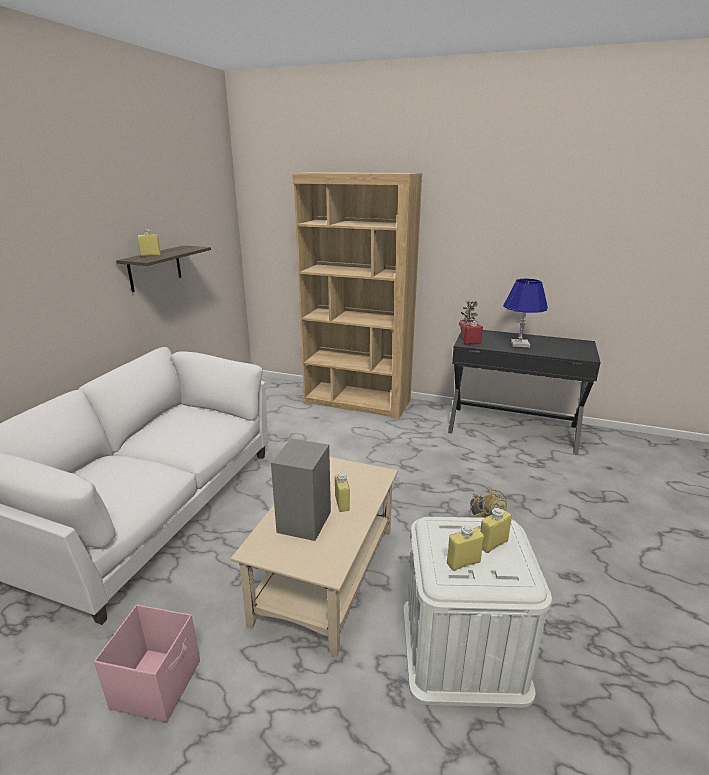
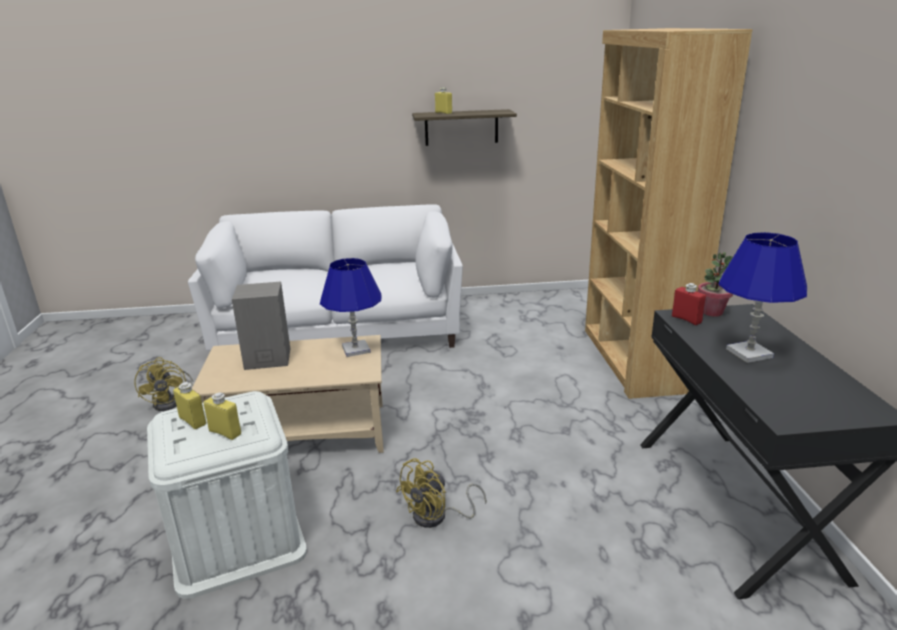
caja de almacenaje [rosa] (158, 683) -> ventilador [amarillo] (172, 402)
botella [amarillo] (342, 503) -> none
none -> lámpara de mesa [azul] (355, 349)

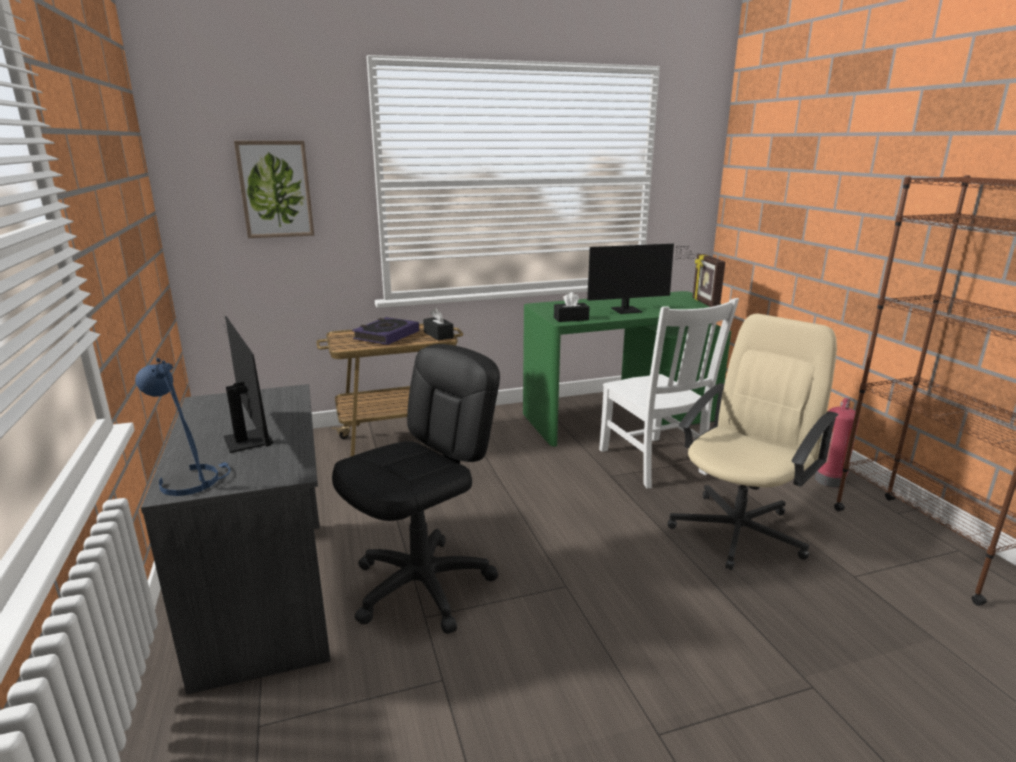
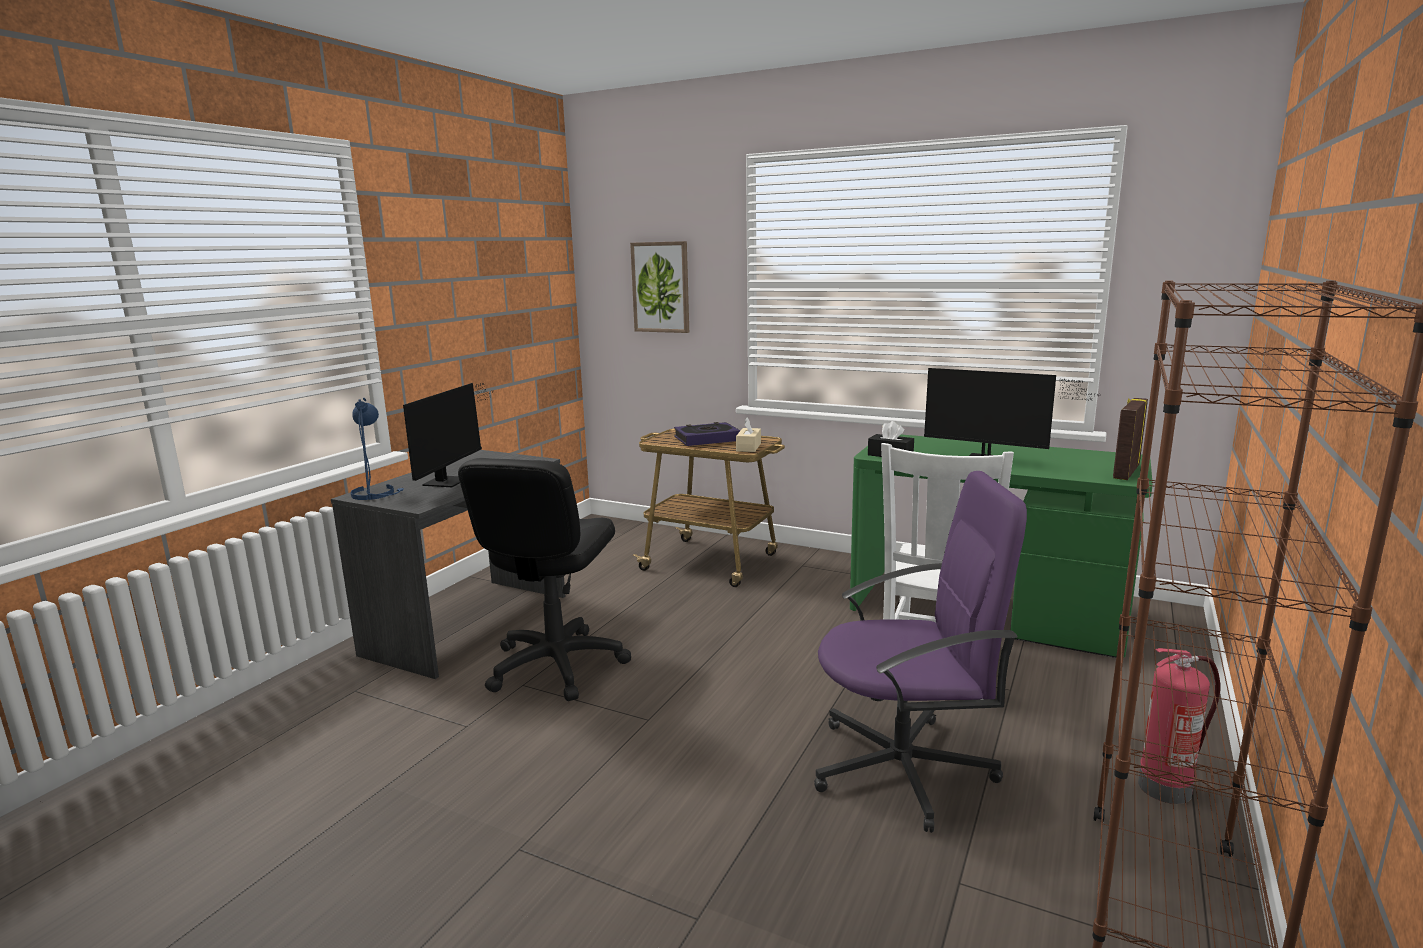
silla de oficina [negro] (423, 586) -> silla de oficina [negro] (556, 665), 105 degrees clockwise
caja de pañuelos [negro] (438, 335) -> caja de pañuelos [beis] (748, 447)
silla de oficina [beis] (739, 531) -> silla de oficina [morado] (904, 768)

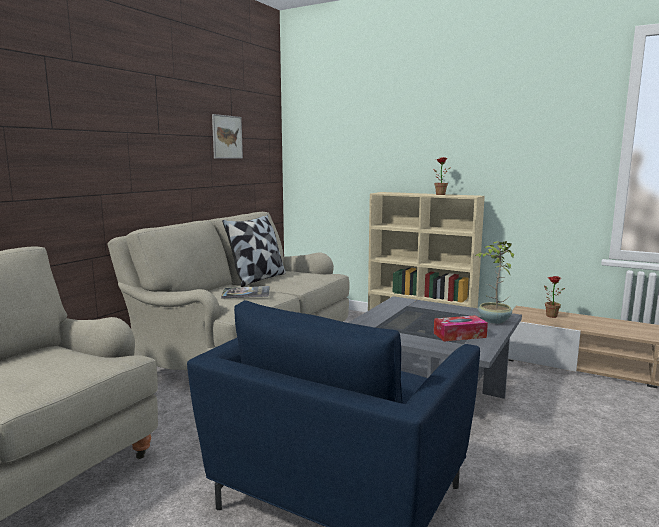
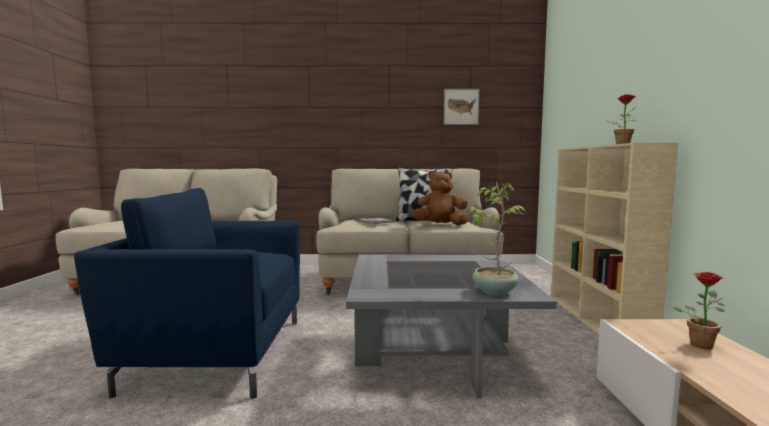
caja de pañuelos (459, 335) -> none
none -> peluche [marrón] (440, 225)

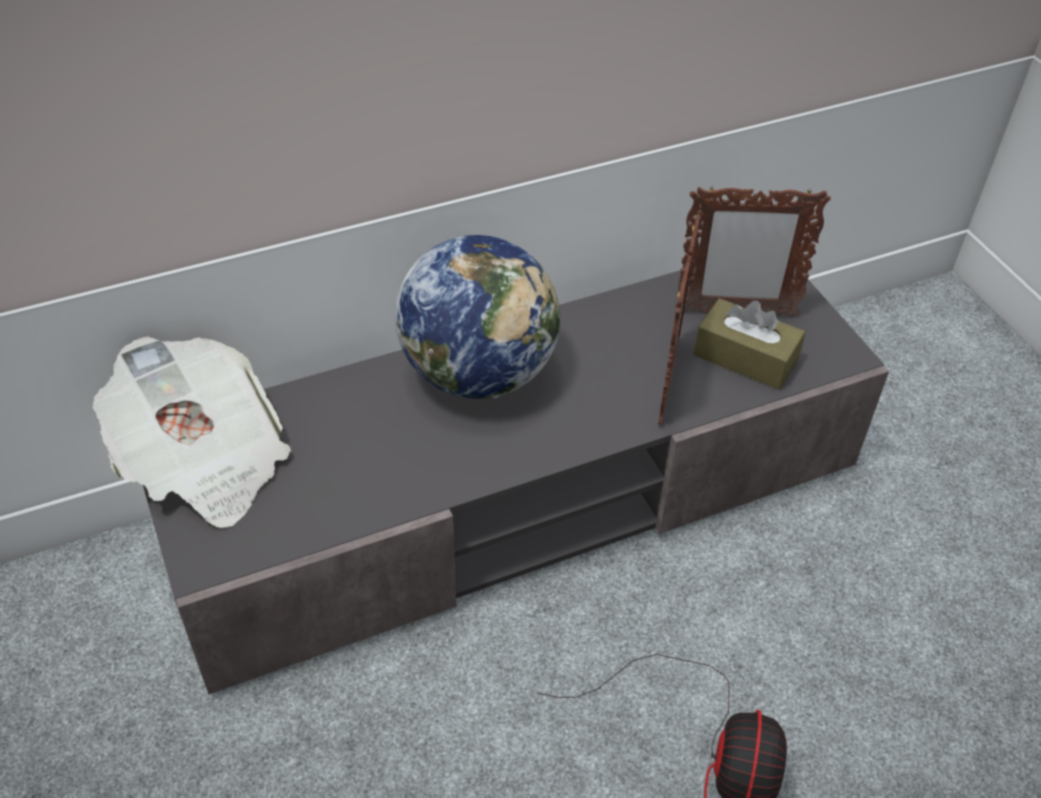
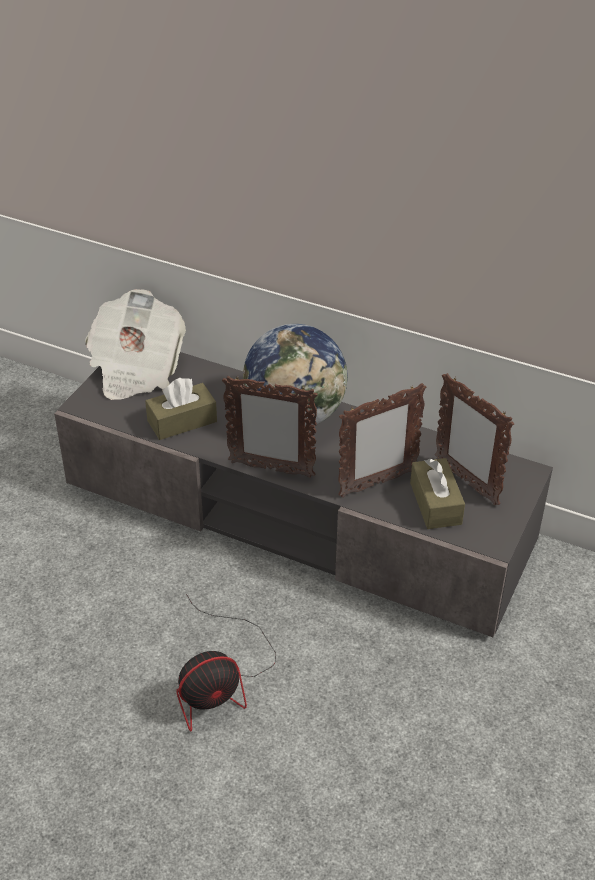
none -> caja de pañuelos [marrón] (182, 421)
none -> portarretratos (270, 469)

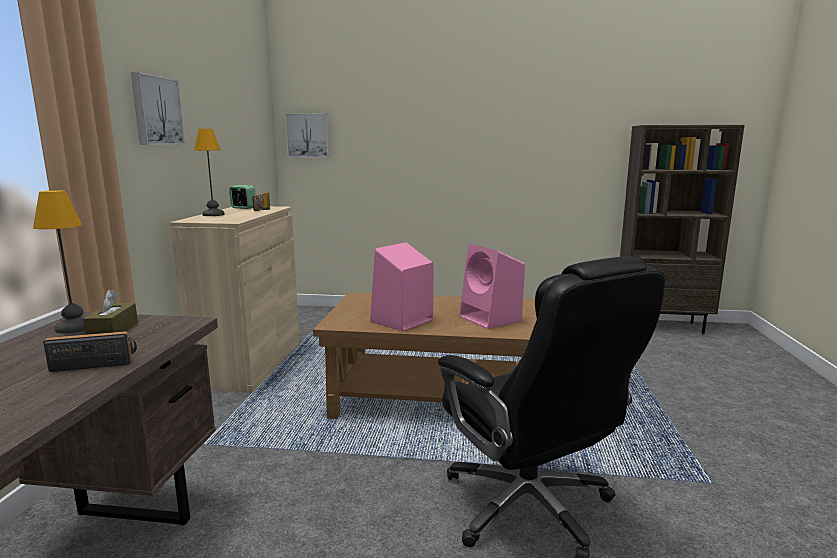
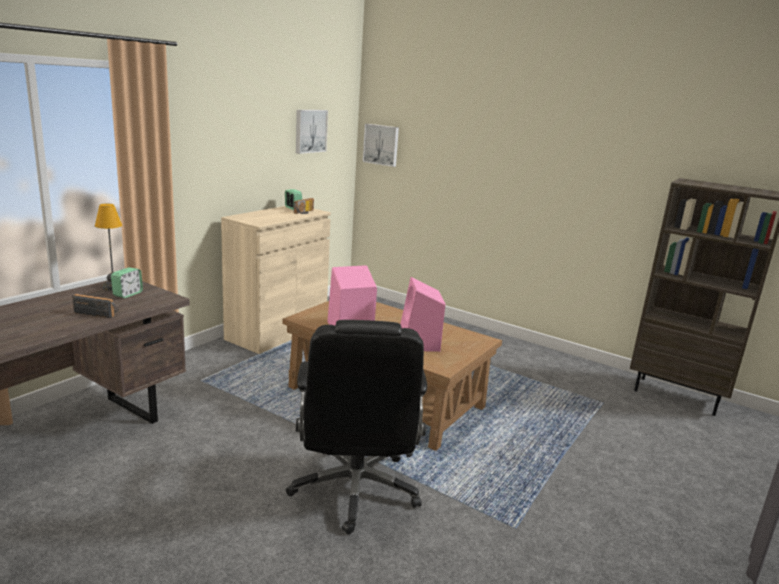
caja de pañuelos [marrón] (113, 331) -> despertador (128, 294)
cuadro (156, 111) -> cuadro (310, 131), shifted
lámpara de mesa (214, 214) -> none

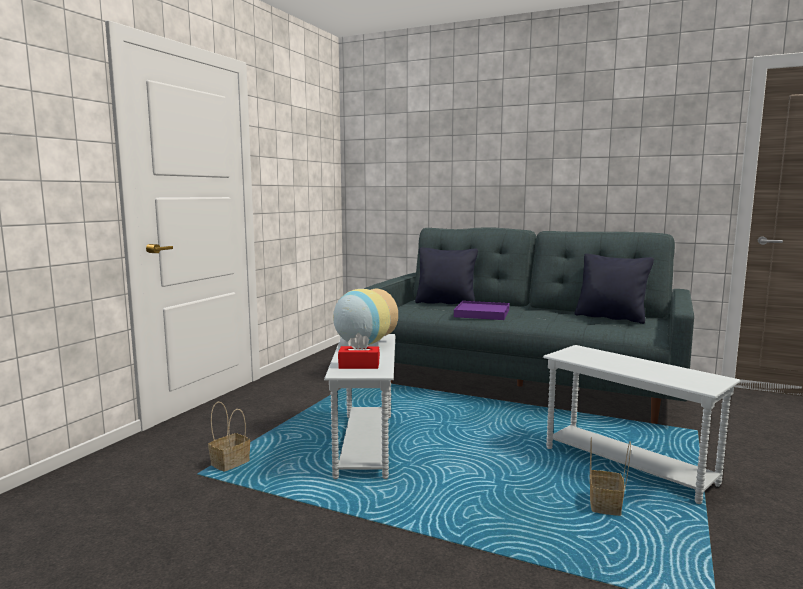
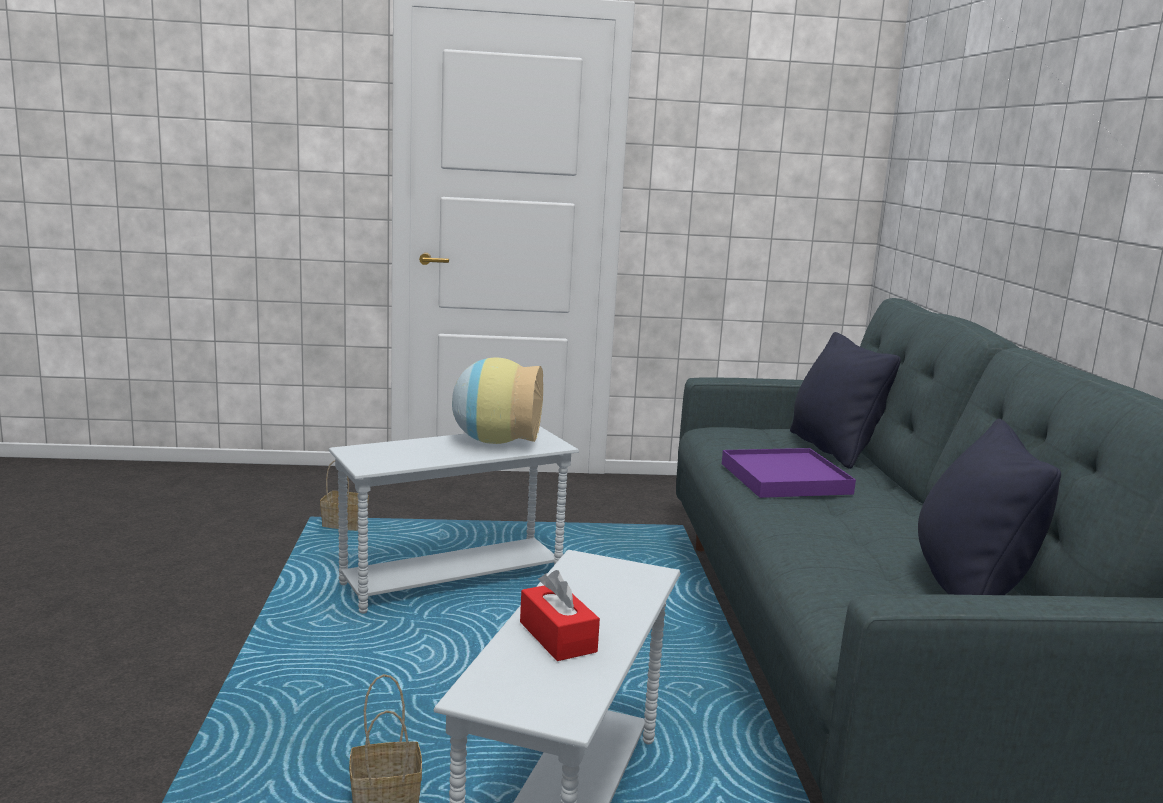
caja de pañuelos [rojo] (359, 365) -> caja de pañuelos [rojo] (557, 637), shifted

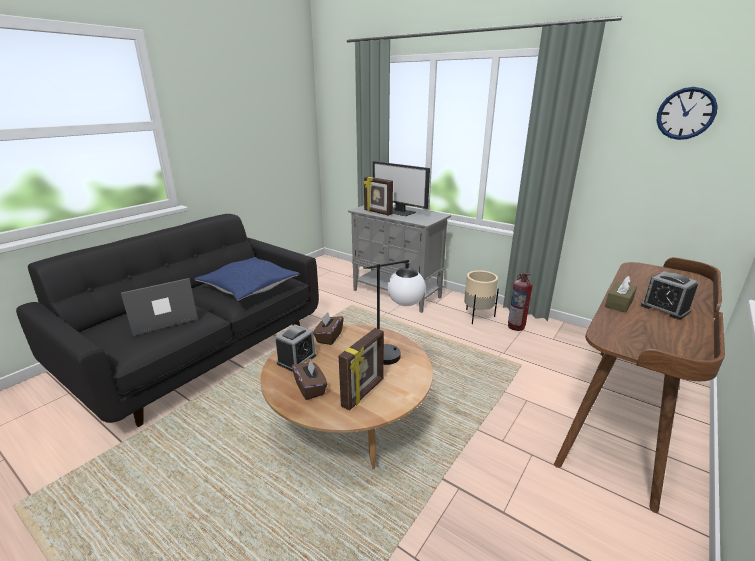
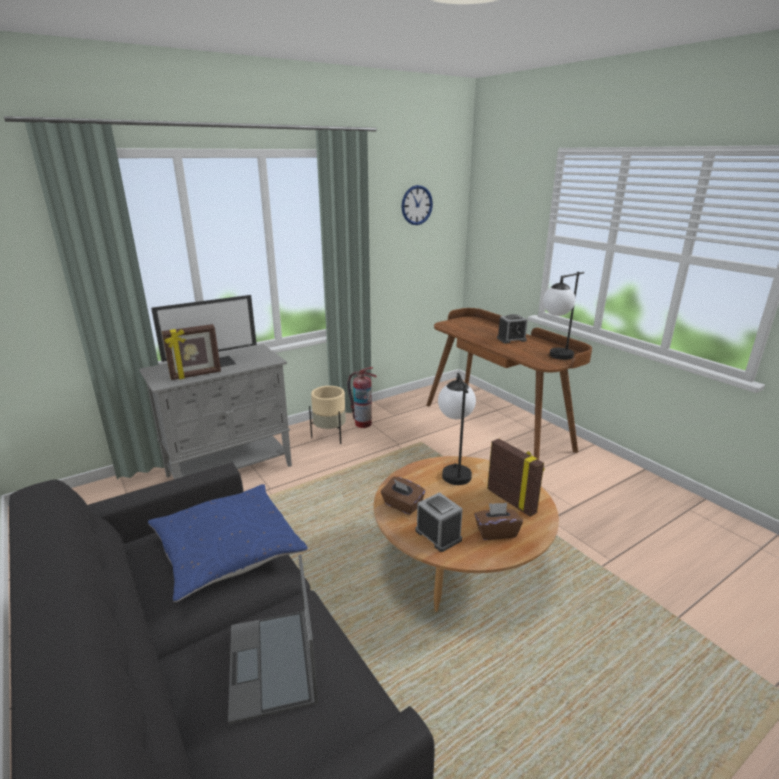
caja de pañuelos [marrón] (619, 303) -> none
none -> lámpara de mesa (555, 357)

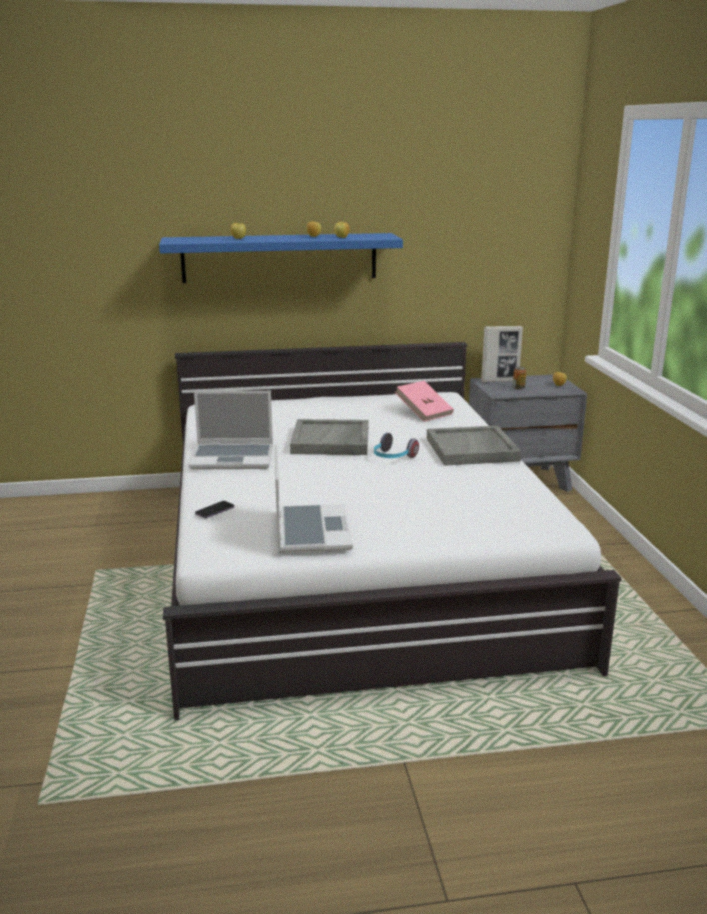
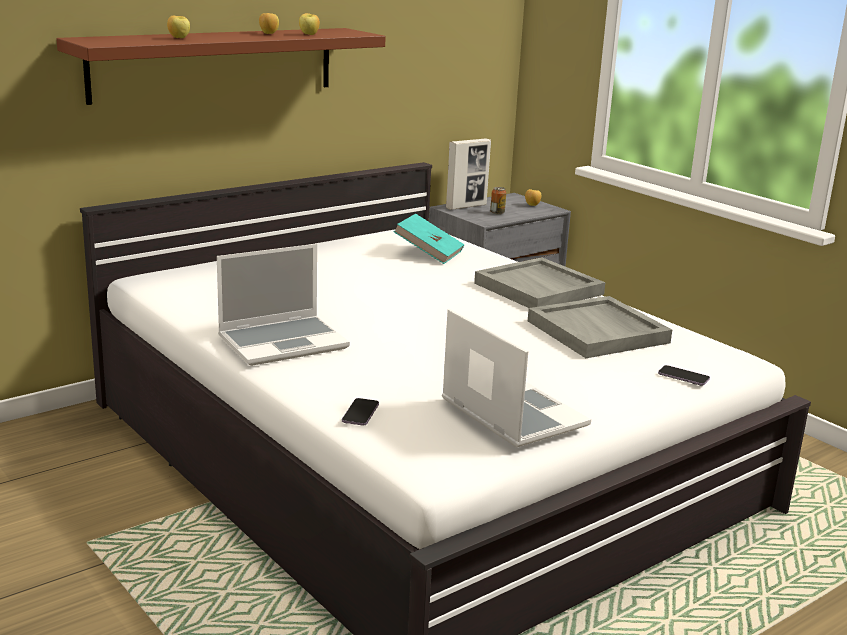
estante [azul] (279, 257) -> estante [marrón] (214, 64)
bandeja [gris] (331, 441) -> bandeja [gris] (599, 332), shifted
auriculares (393, 458) -> none
libro [rosa] (424, 413) -> libro [turquesa] (428, 254)
none -> móvil (683, 377)

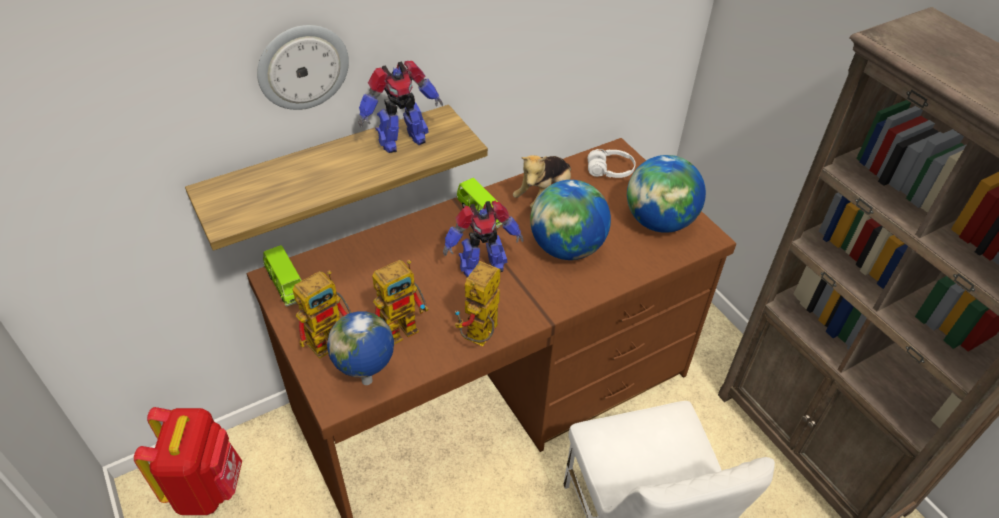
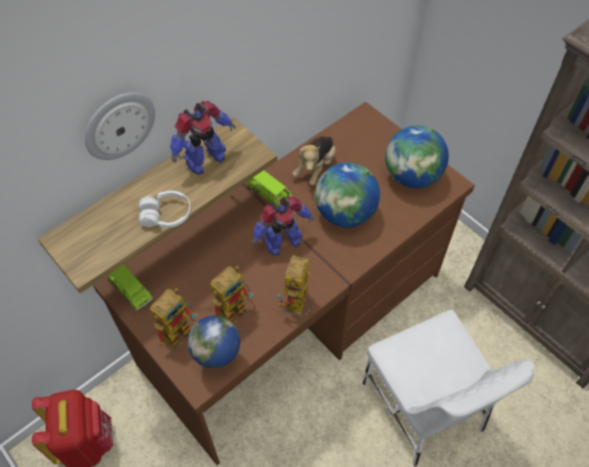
auriculares [blanco] (610, 170) -> auriculares [blanco] (166, 215), shifted

